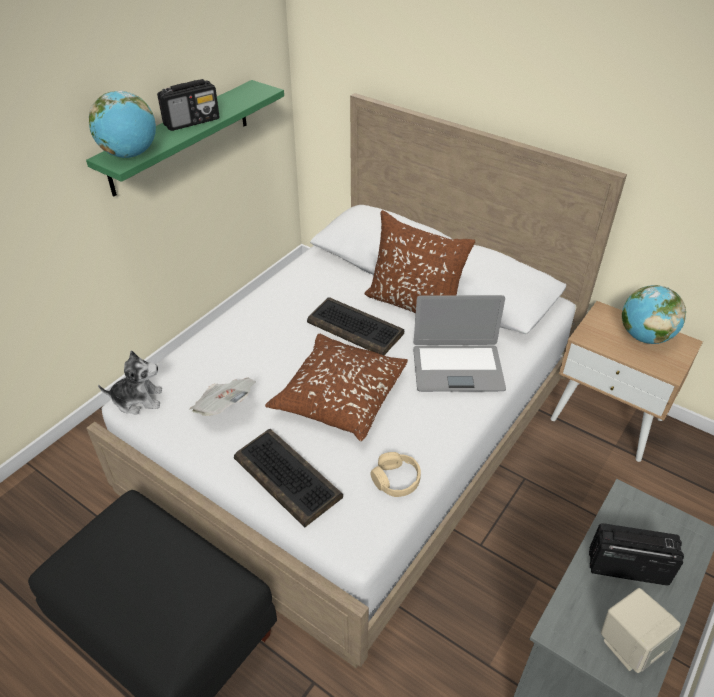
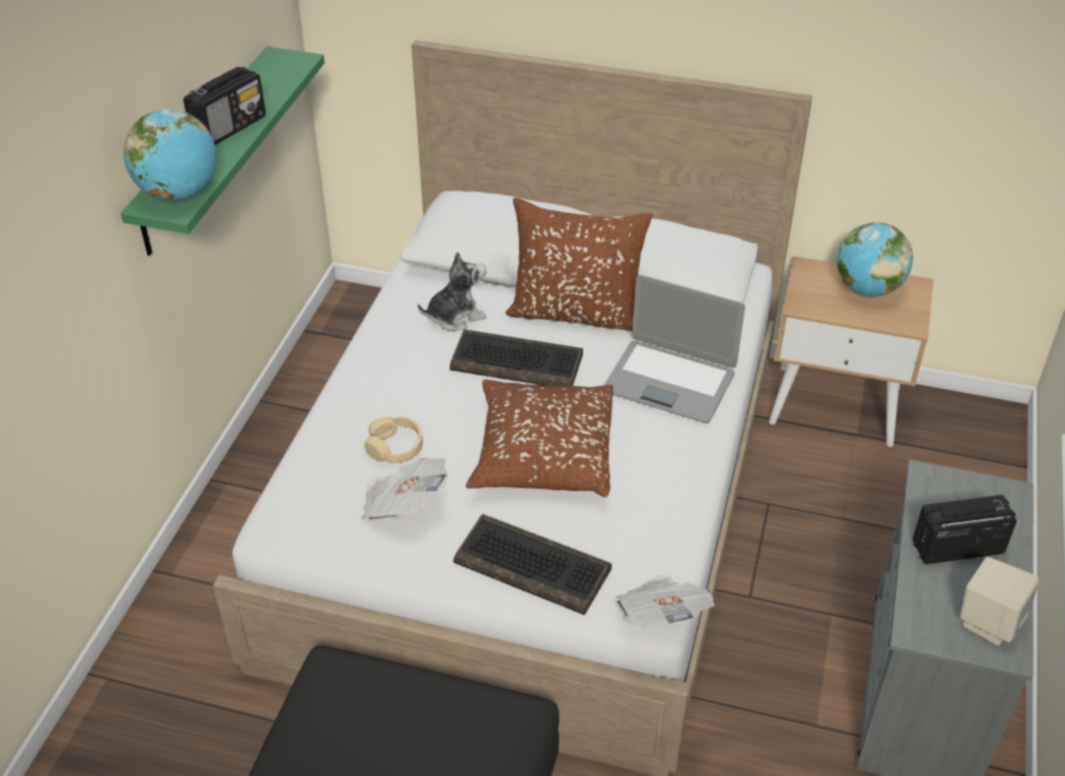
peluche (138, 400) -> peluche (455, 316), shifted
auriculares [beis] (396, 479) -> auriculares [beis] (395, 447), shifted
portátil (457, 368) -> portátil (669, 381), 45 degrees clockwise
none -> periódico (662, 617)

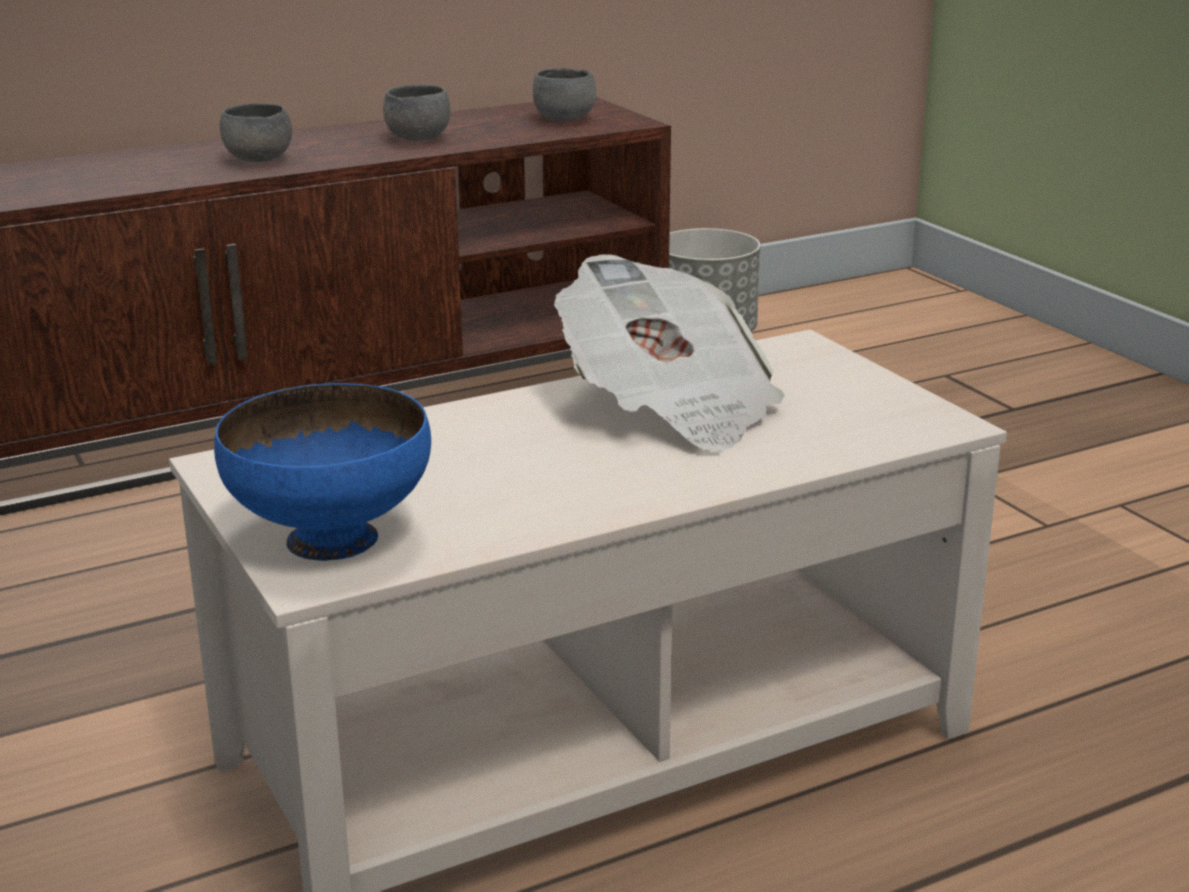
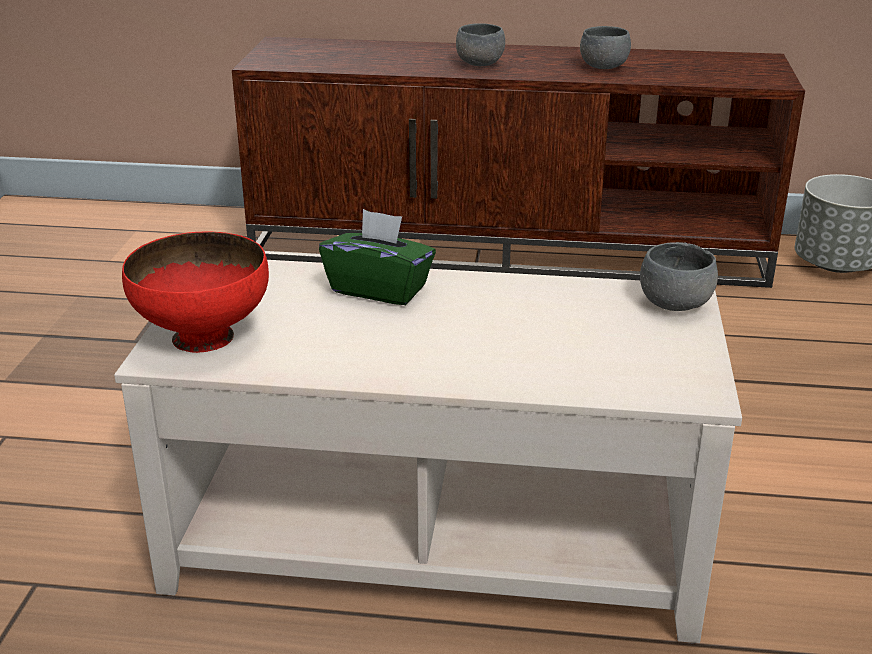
cuenco [azul] (333, 538) -> cuenco [rojo] (205, 336)
cuenco [gris] (564, 119) -> cuenco [gris] (675, 304), shifted
periódico (669, 408) -> none
none -> caja de pañuelos [verde] (379, 289)

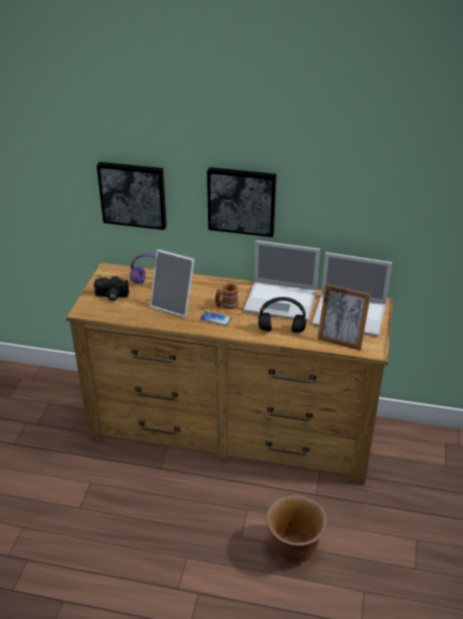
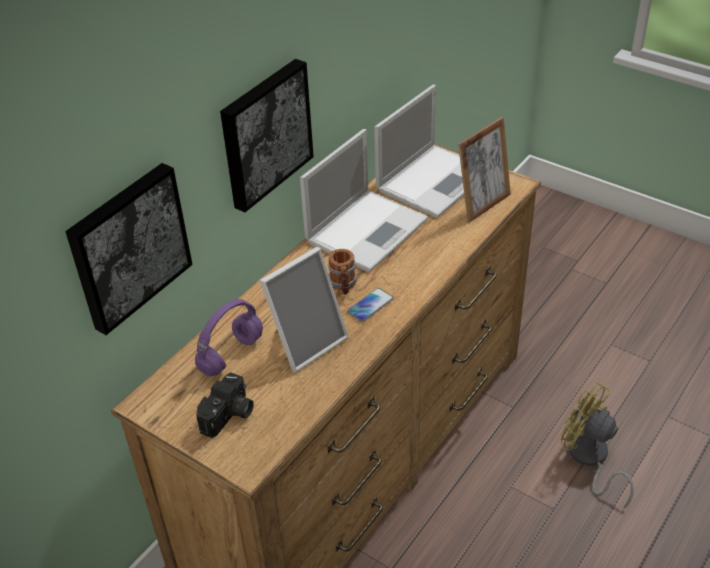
auriculares [negro] (280, 330) -> none
maceta [marrón] (293, 549) -> ventilador [amarillo] (589, 459)

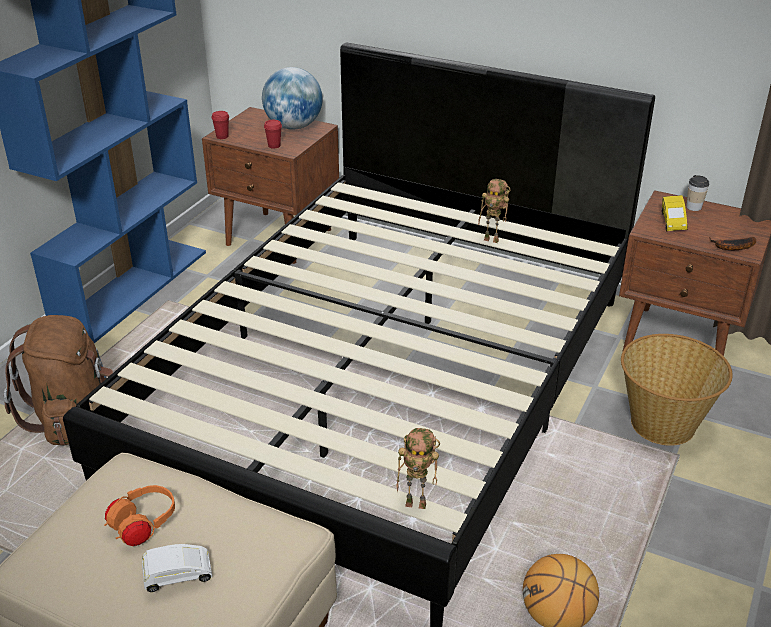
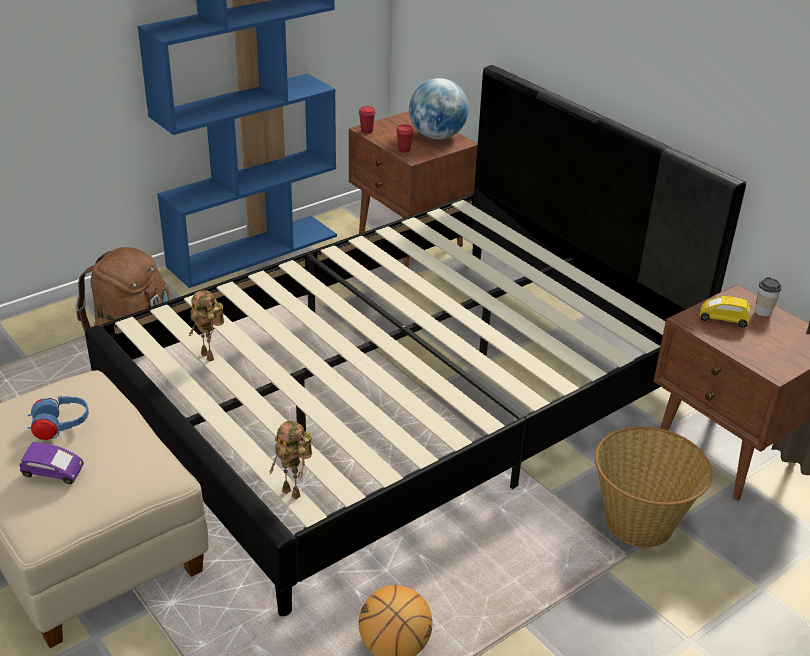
auriculares [naranja] (143, 526) -> auriculares [azul] (60, 428)
coche de juguete [blanco] (178, 577) -> coche de juguete [morado] (52, 474)
robot de juguete (492, 240) -> robot de juguete (210, 356), shifted
coche de juguete [amarillo] (672, 222) -> coche de juguete [amarillo] (723, 320), 75 degrees clockwise
plátano (732, 247) -> none

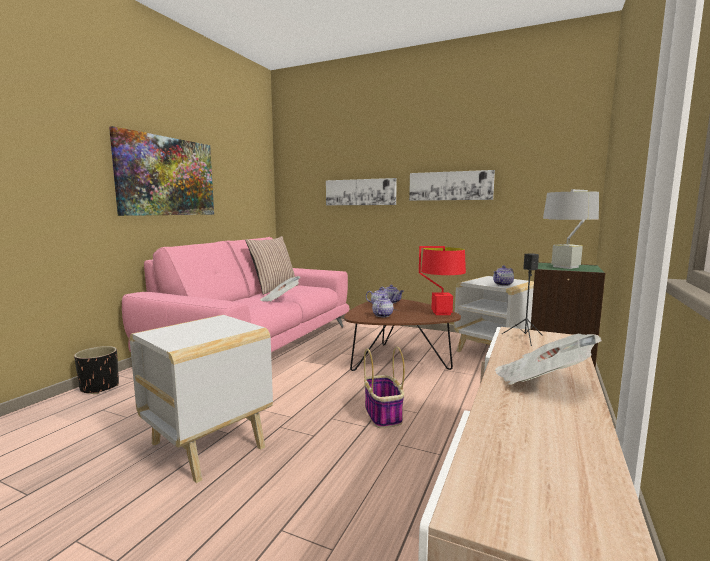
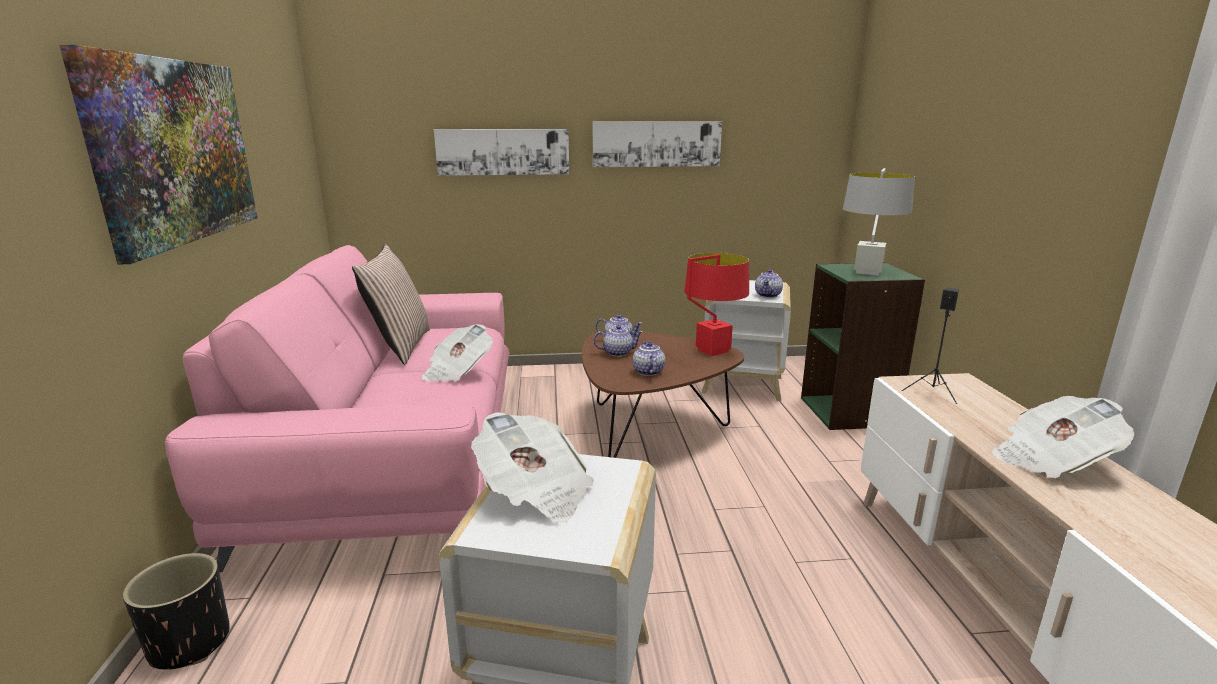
cesta (383, 415) -> none
none -> periódico (535, 492)

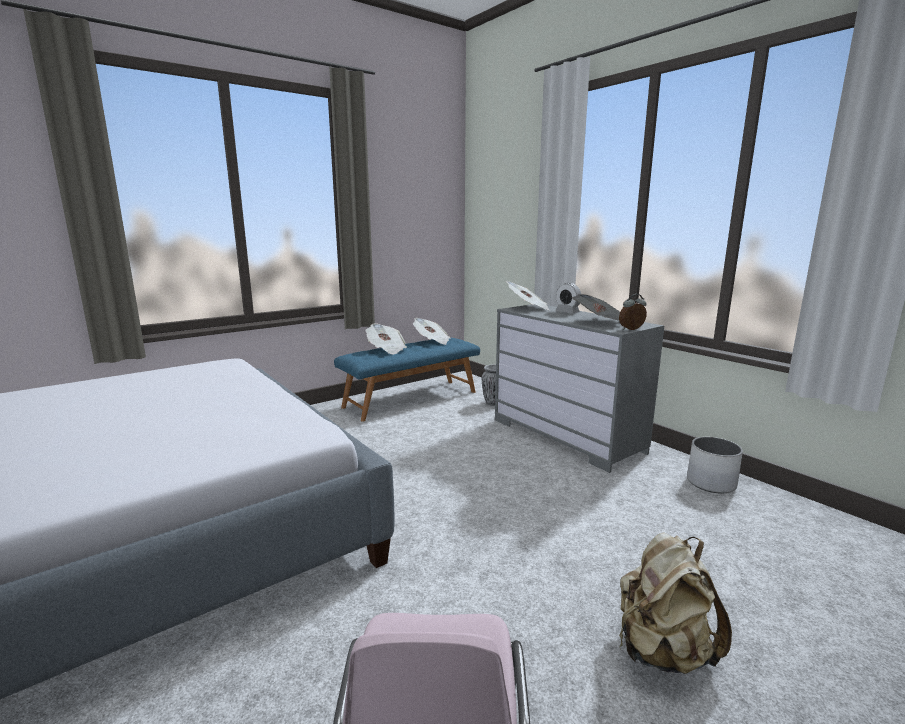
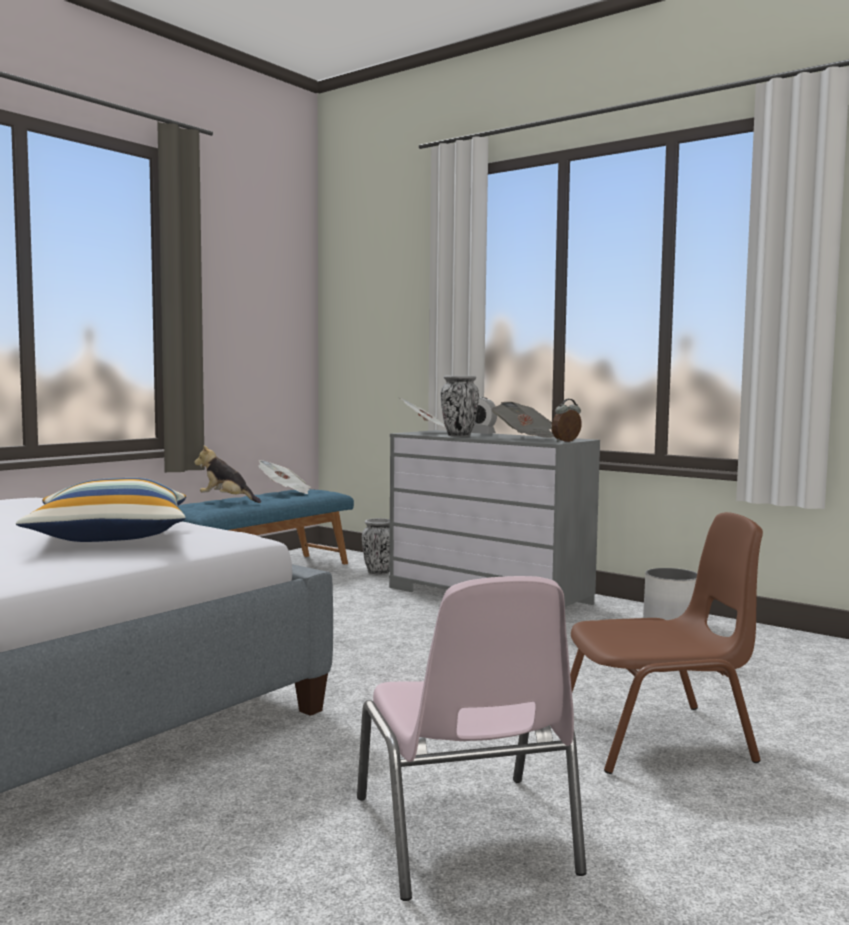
periódico (386, 349) -> peluche (227, 500)
mochila [beis] (662, 651) -> silla [marrón] (657, 737)
none -> cojín (110, 536)
none -> florero (458, 436)

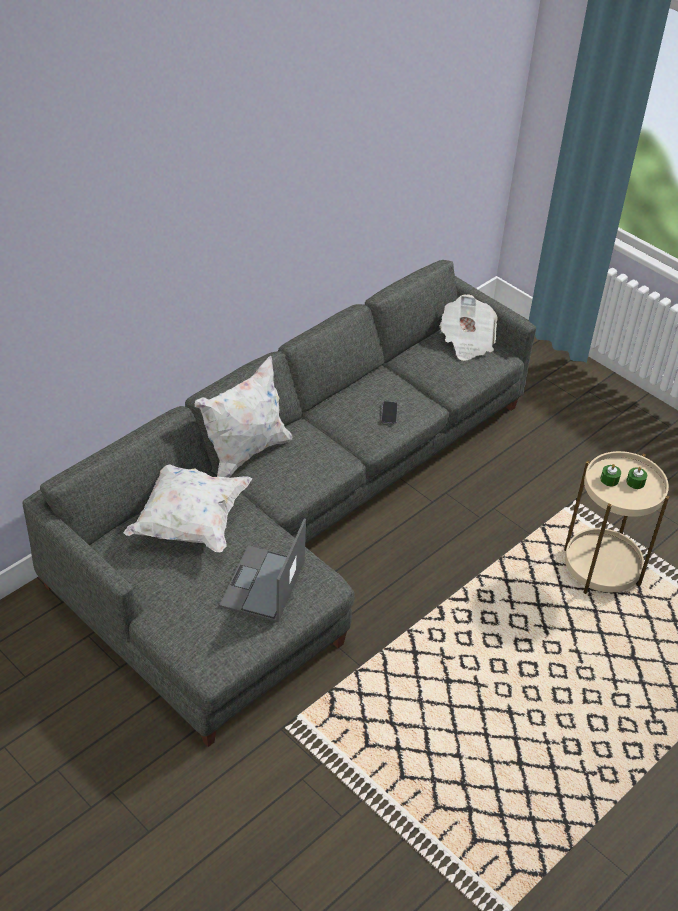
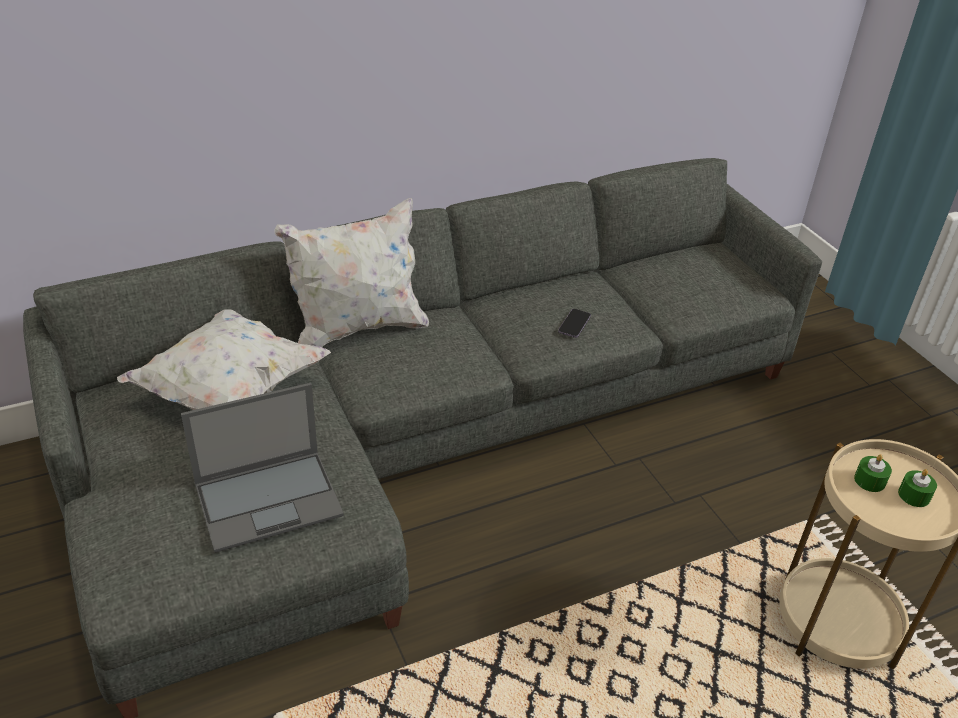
portátil (263, 585) -> portátil (270, 499), 150 degrees counterclockwise
periódico (467, 341) -> none

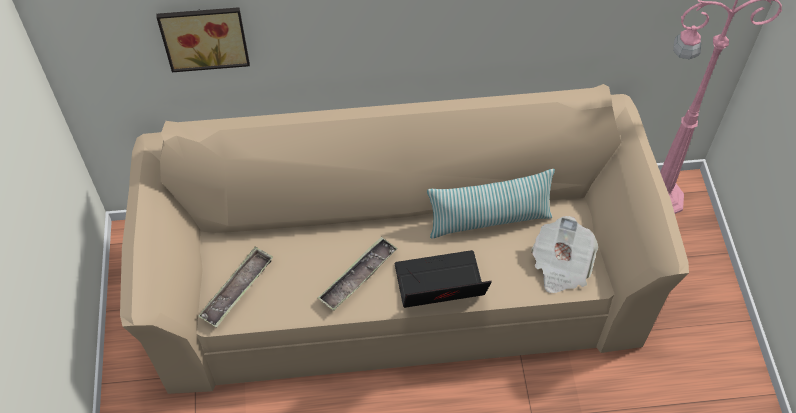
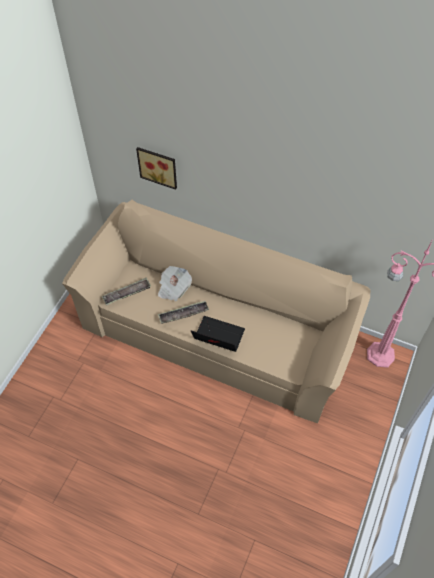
cojín (489, 220) -> none
periódico (561, 265) -> periódico (174, 288), shifted

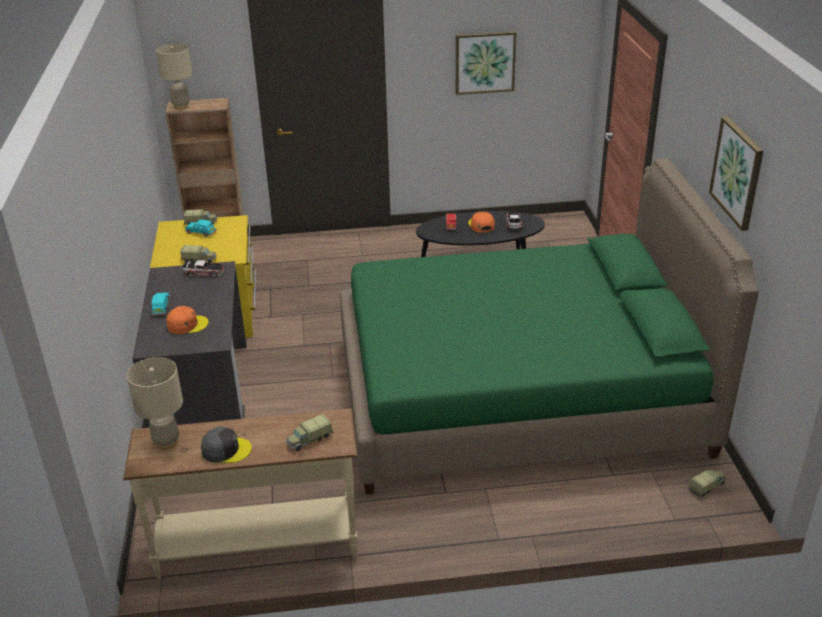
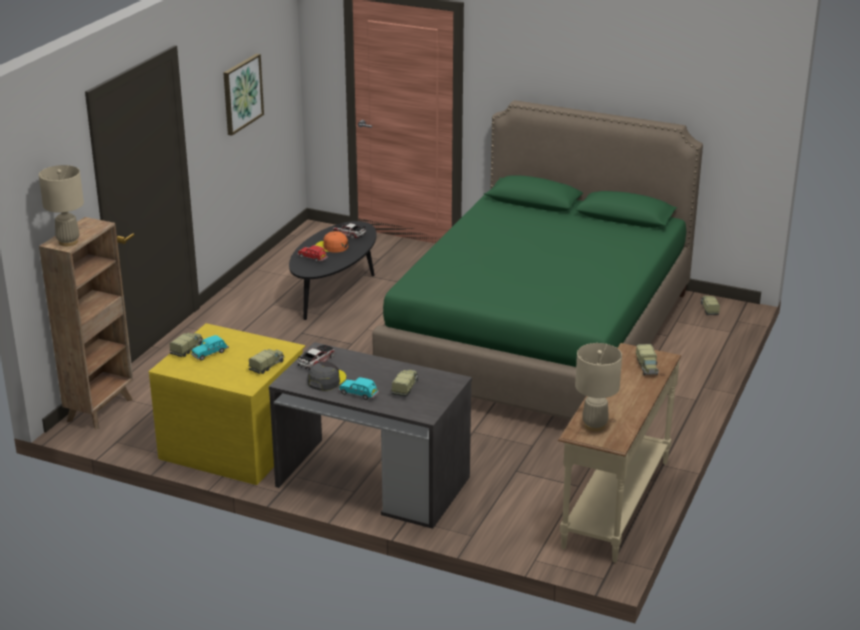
gorra [naranja] (187, 324) -> camión de juguete (405, 388)
gorra [gris] (226, 450) -> gorra [gris] (326, 380), shifted
cuadro (737, 172) -> none

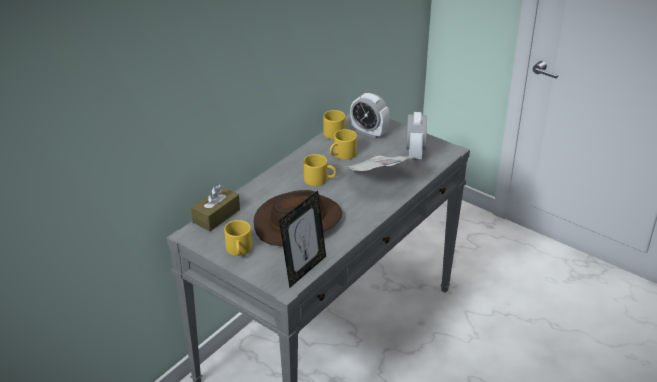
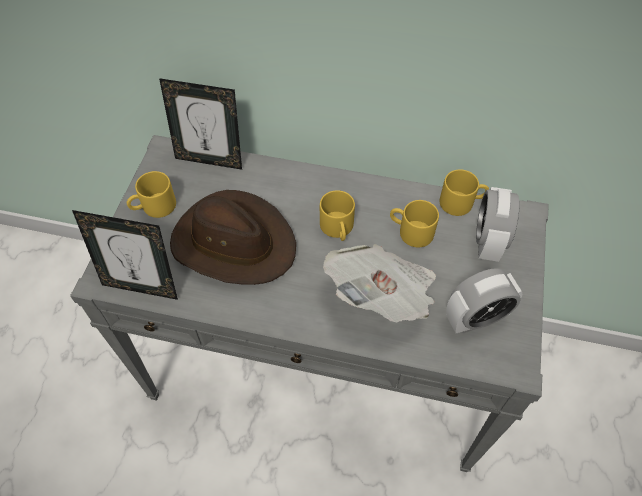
caja de pañuelos [marrón] (216, 216) -> portarretratos (210, 159)

